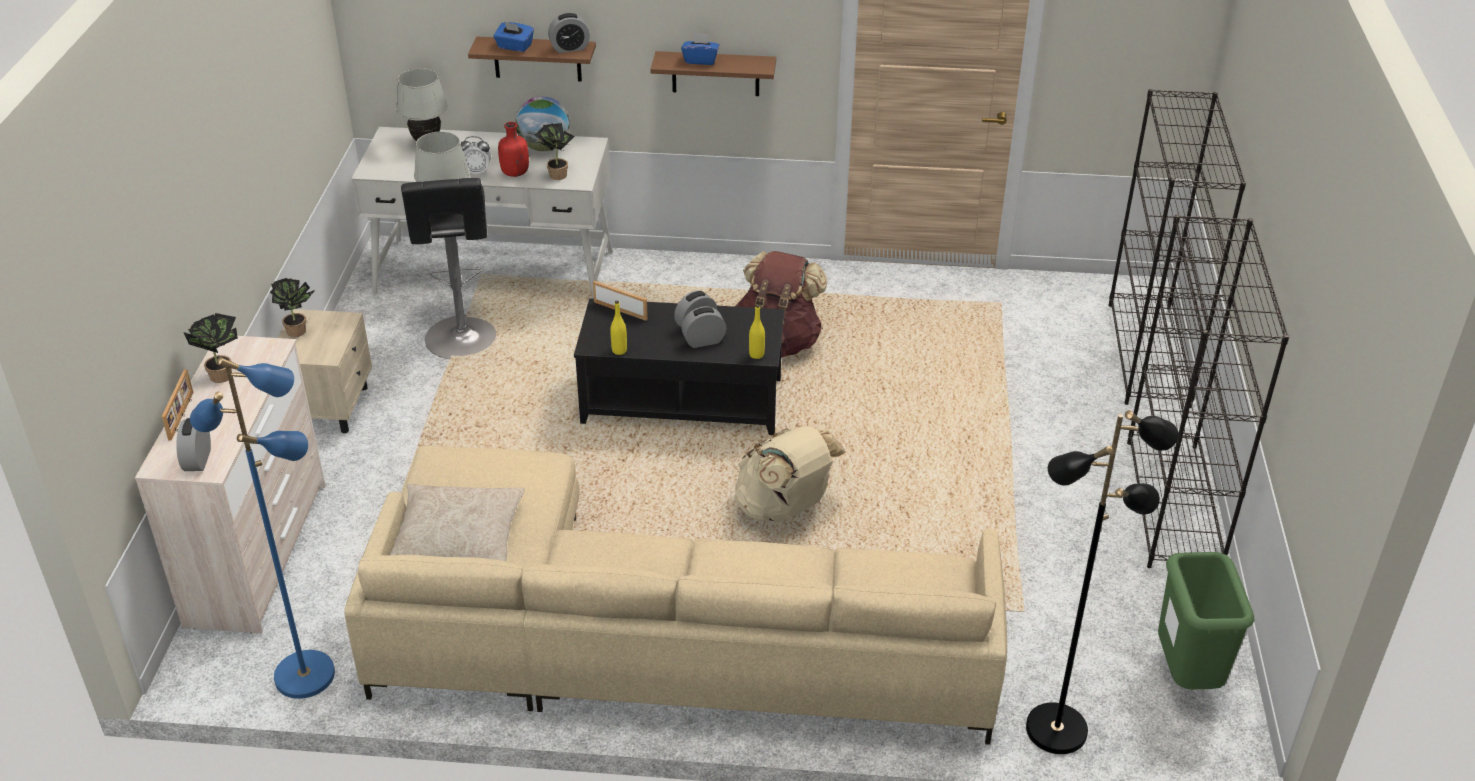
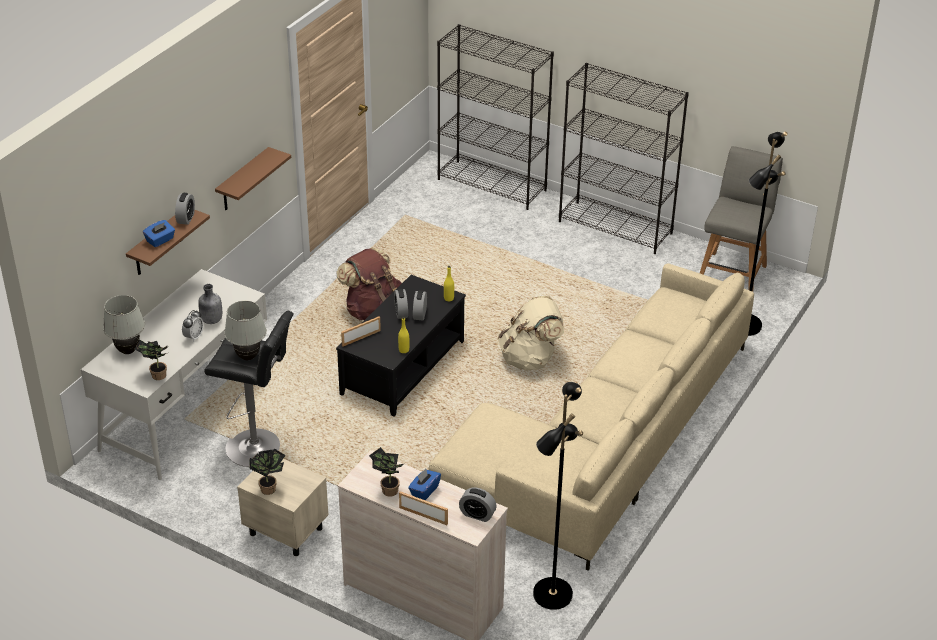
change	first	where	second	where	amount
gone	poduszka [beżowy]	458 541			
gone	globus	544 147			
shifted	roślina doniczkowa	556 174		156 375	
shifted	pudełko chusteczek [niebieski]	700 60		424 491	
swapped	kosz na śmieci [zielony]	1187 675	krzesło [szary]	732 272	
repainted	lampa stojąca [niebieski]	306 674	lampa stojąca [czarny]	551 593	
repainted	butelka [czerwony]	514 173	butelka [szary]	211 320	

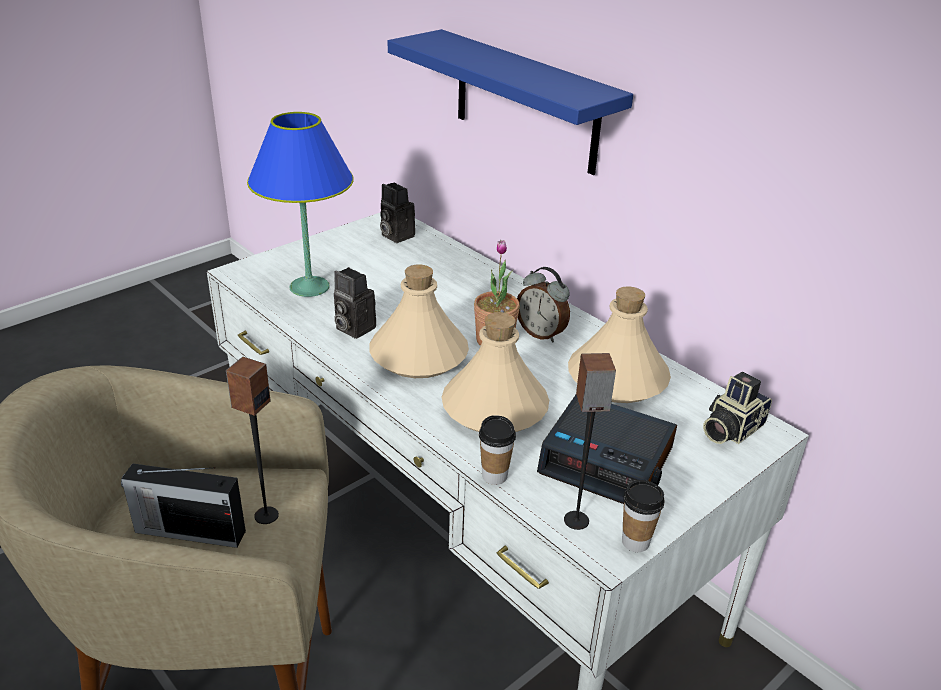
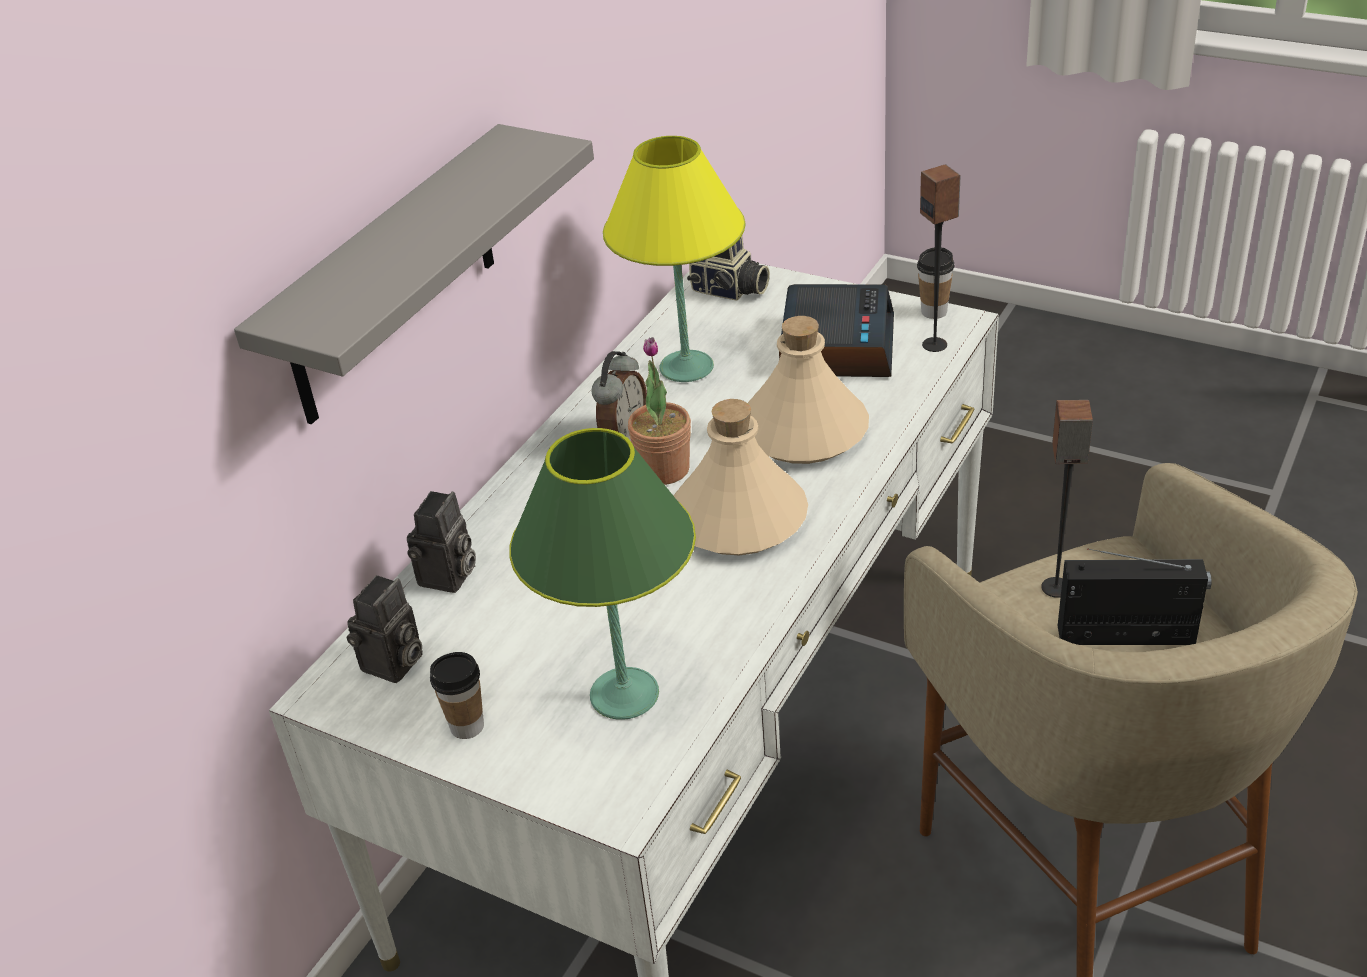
change	first	where	second	where	amount
shifted	aparat fotograficzny	352 328		448 578	
shifted	filiżanka	494 476		467 726	
swapped	butelka [beżowy]	616 378	lampa stołowa [żółty]	686 367	
repainted	lampa stołowa [niebieski]	309 287	lampa stołowa [zielony]	625 693	
repainted	półka [niebieski]	526 102	półka [szary]	391 278	
rotated	radio	188 531		1128 635	75 degrees counterclockwise

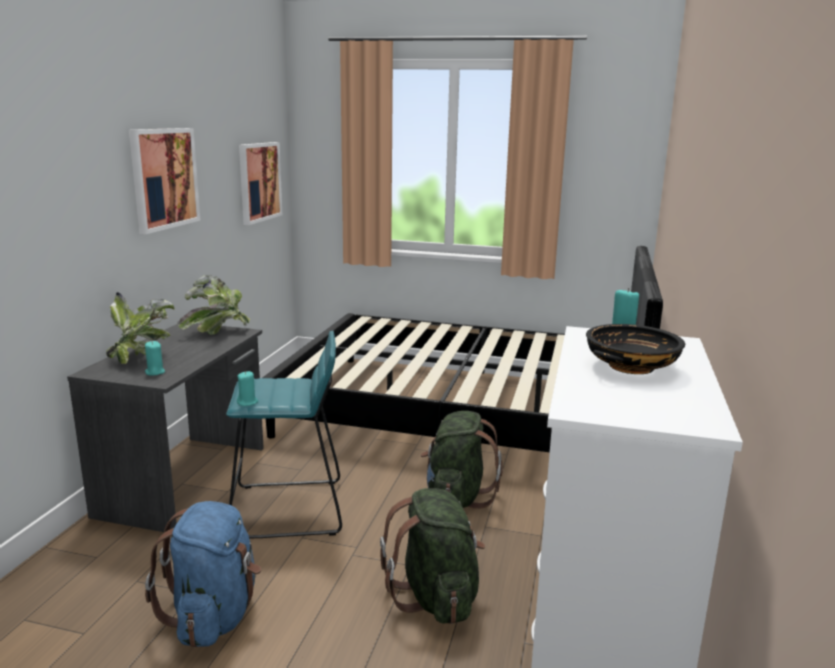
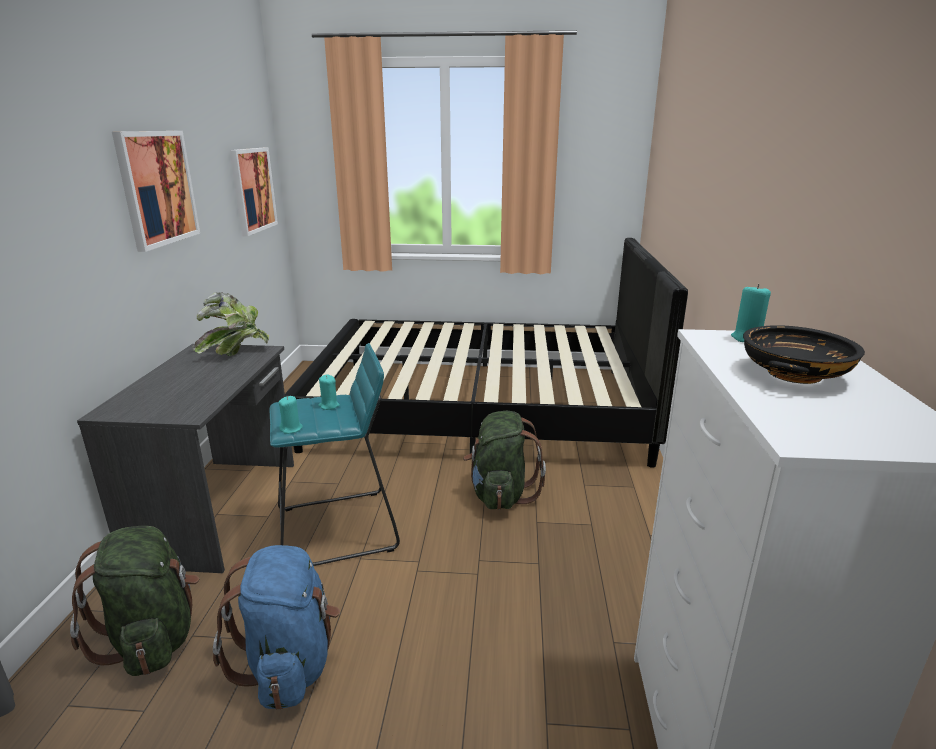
change	first	where	second	where	amount
gone	roślina doniczkowa	142 357			
shifted	świeca [turkusowy]	155 372		329 406	
shifted	plecak [zielony]	436 596		153 638	

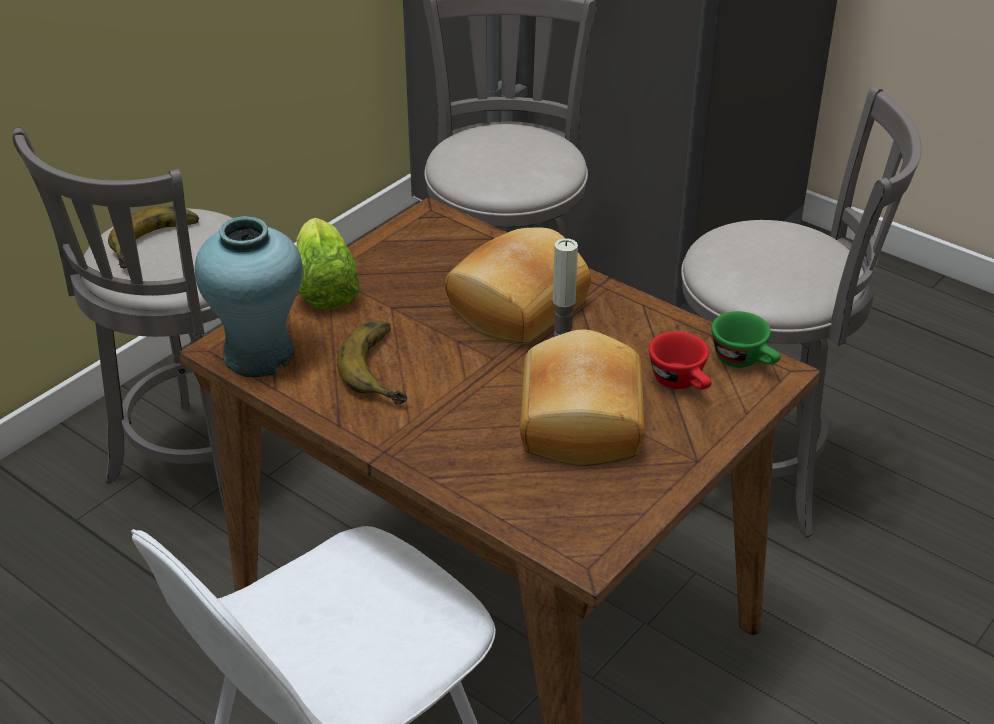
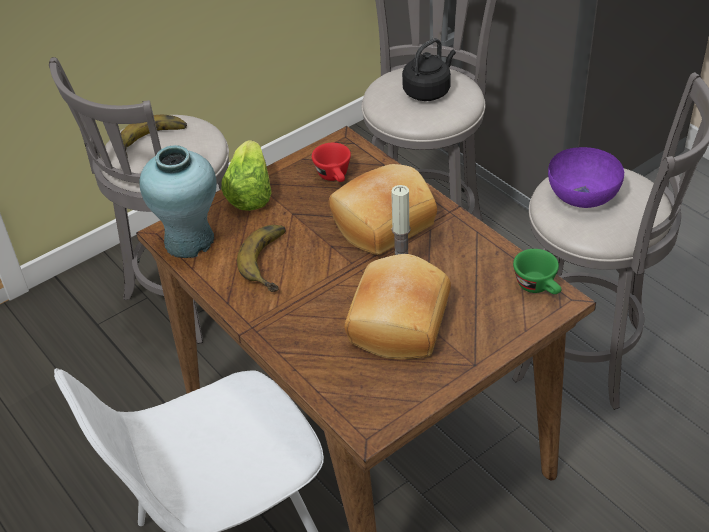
change	first	where	second	where	amount
new			czajnik [czarny]	428 91	
new			miska [fioletowy]	582 195	
shifted	filiżanka [czerwony]	682 383		335 177	

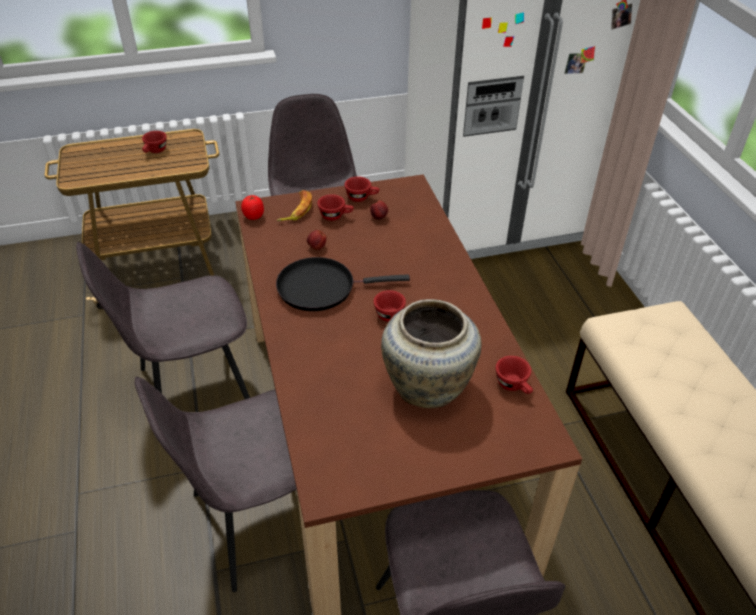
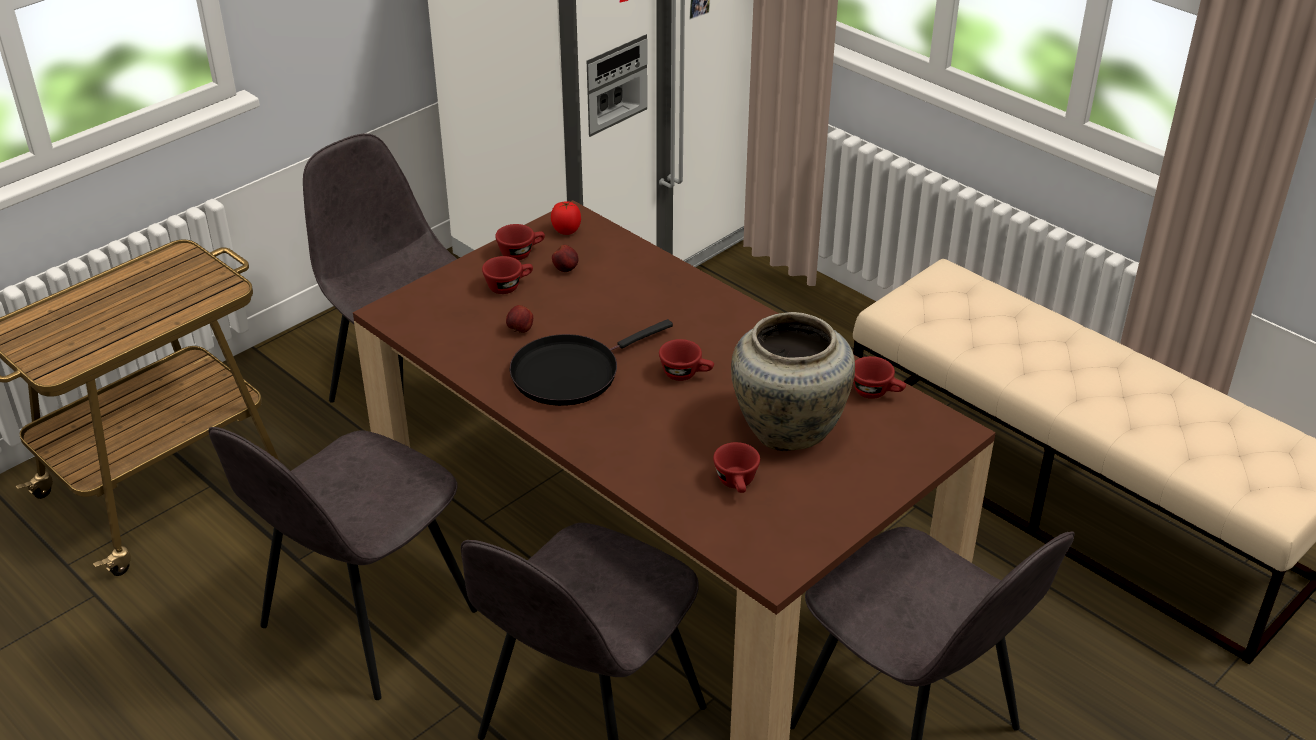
change	first	where	second	where	amount
gone	banan	296 209			
shifted	filiżanka [czerwony]	155 151		737 484	
shifted	pomidor	254 216		566 231	

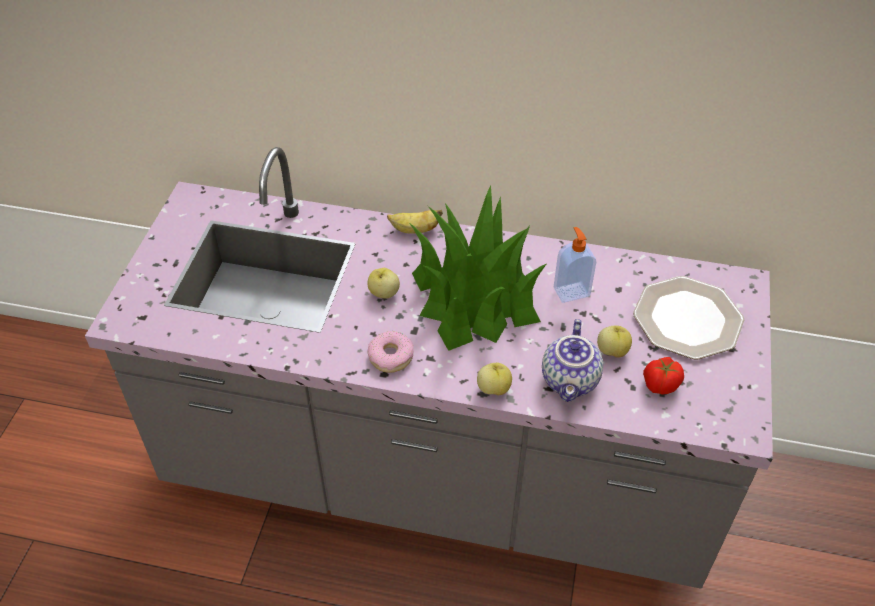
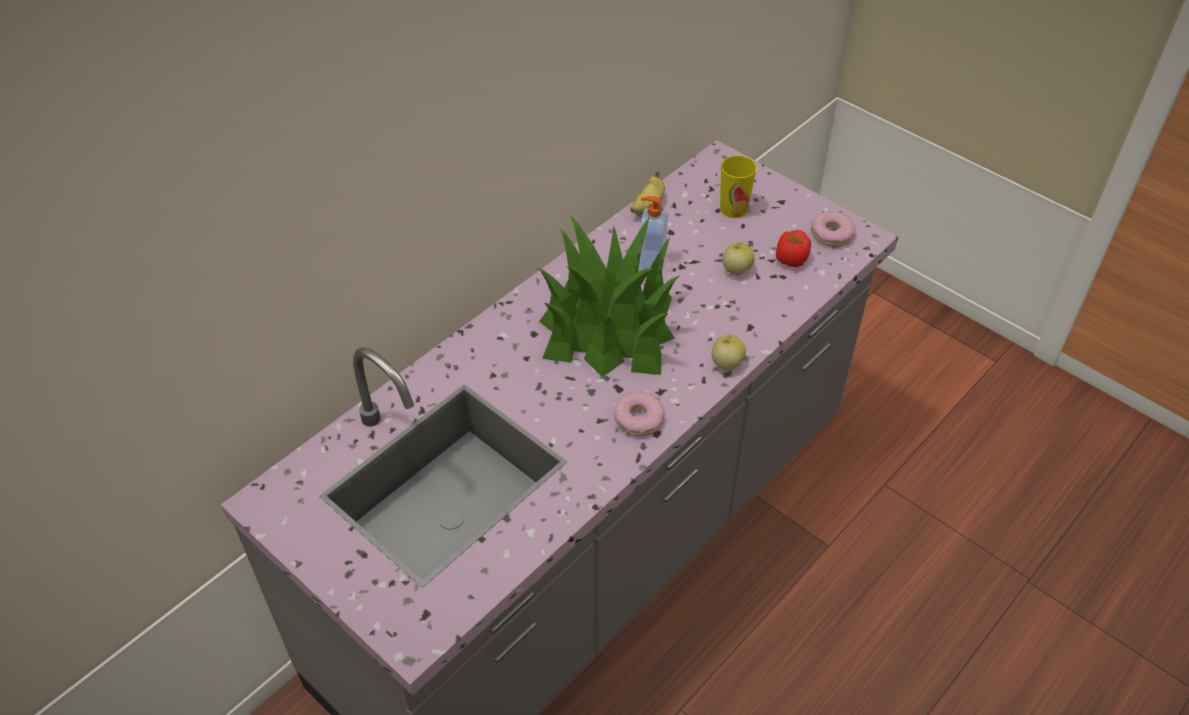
change	first	where	second	where	amount
gone	jabłko	383 293			
gone	imbryk	571 381			
new			donut	831 234	
shifted	banan	414 230		647 207	
swapped	talerz	688 318	filiżanka	733 208	

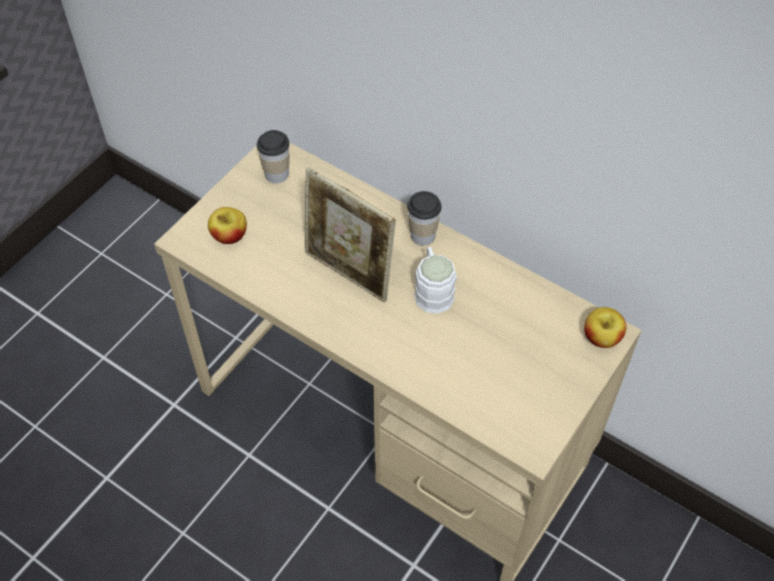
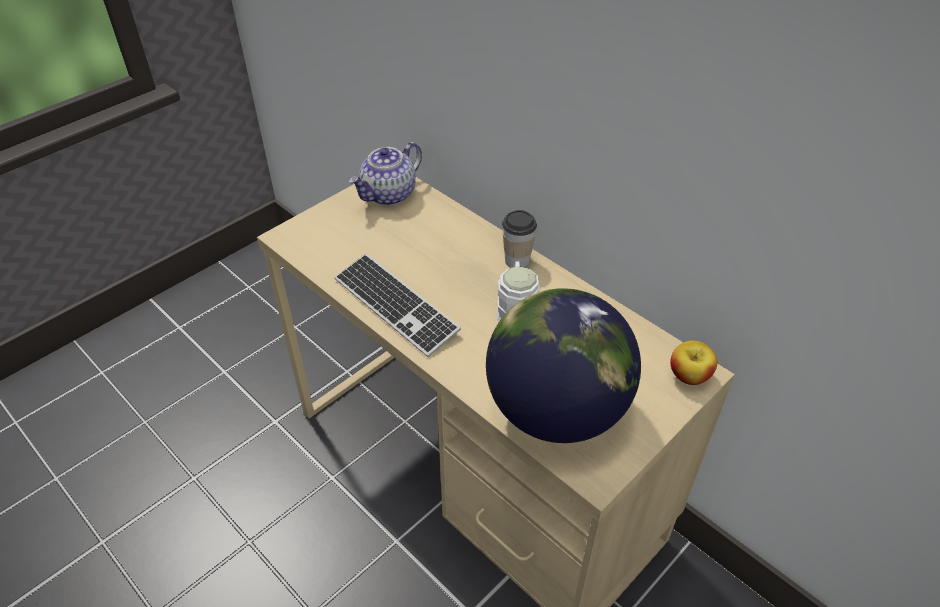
change	first	where	second	where	amount
gone	jabłko	229 236			
gone	ramka na zdjęcie	349 274			
new			klawiatura	395 306	
new			globus	556 410	
swapped	filiżanka	277 174	imbryk	389 195	

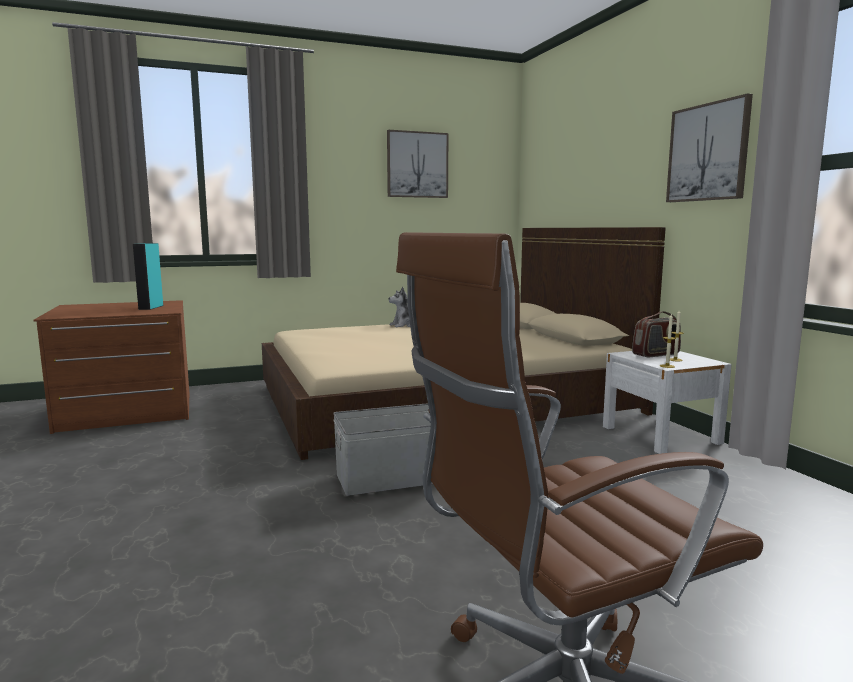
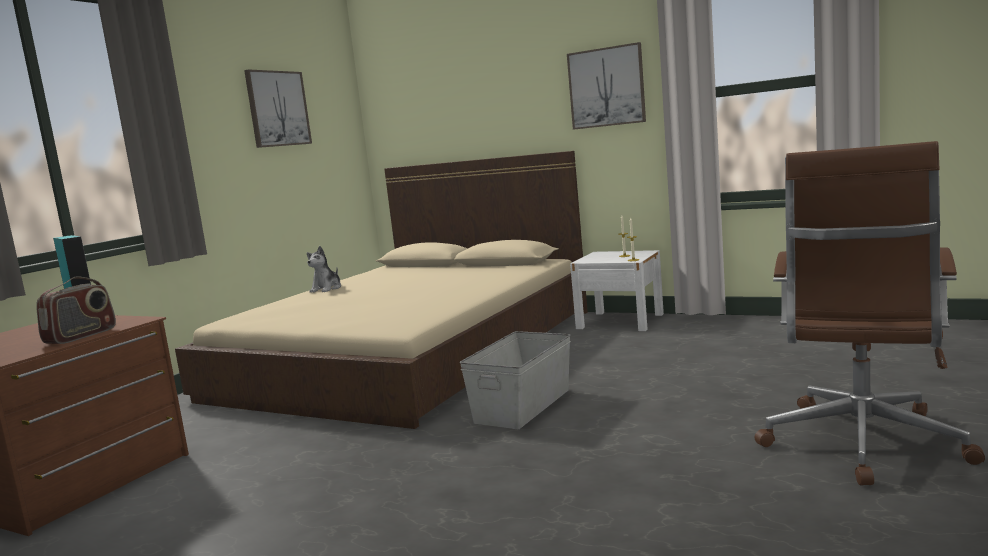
change	first	where	second	where	amount
shifted	radio	656 354		81 336	

